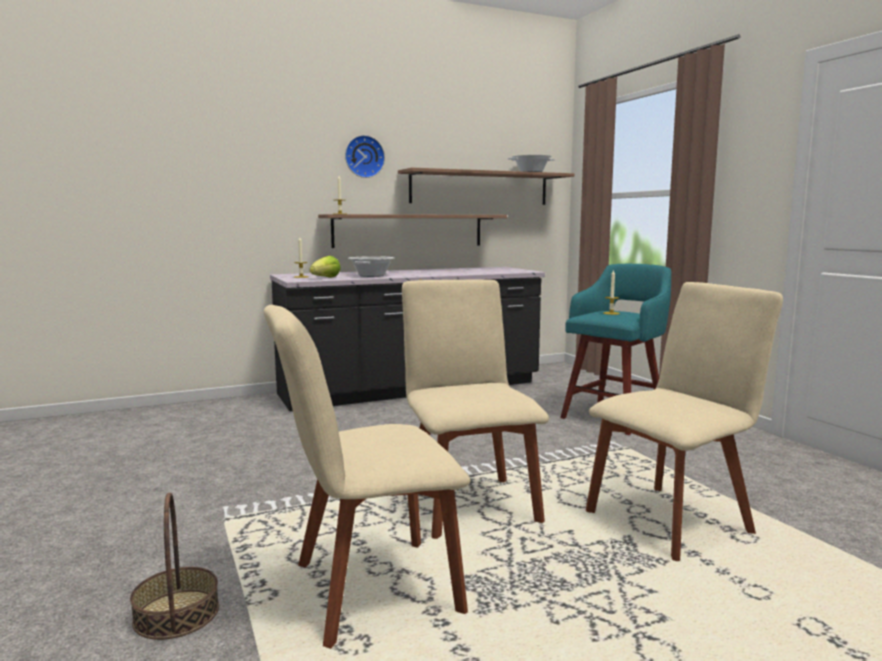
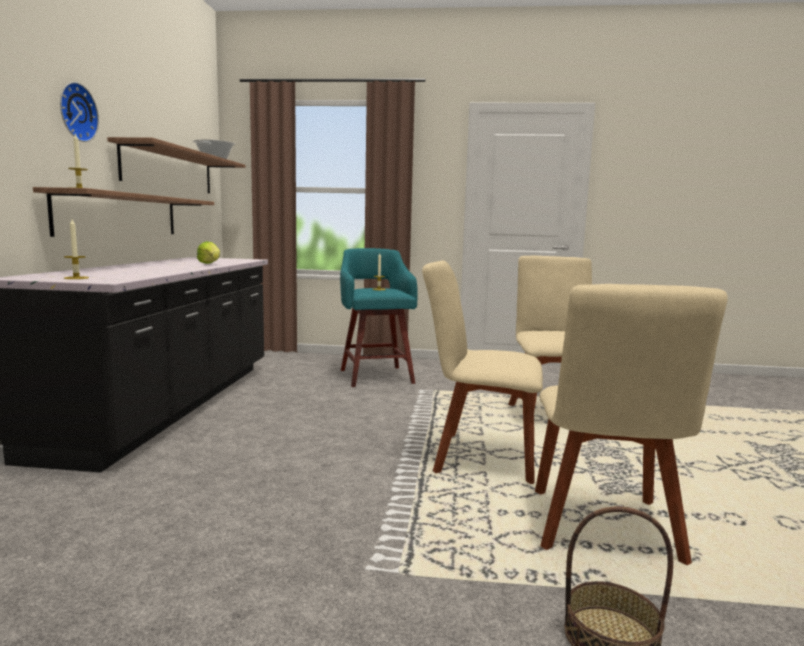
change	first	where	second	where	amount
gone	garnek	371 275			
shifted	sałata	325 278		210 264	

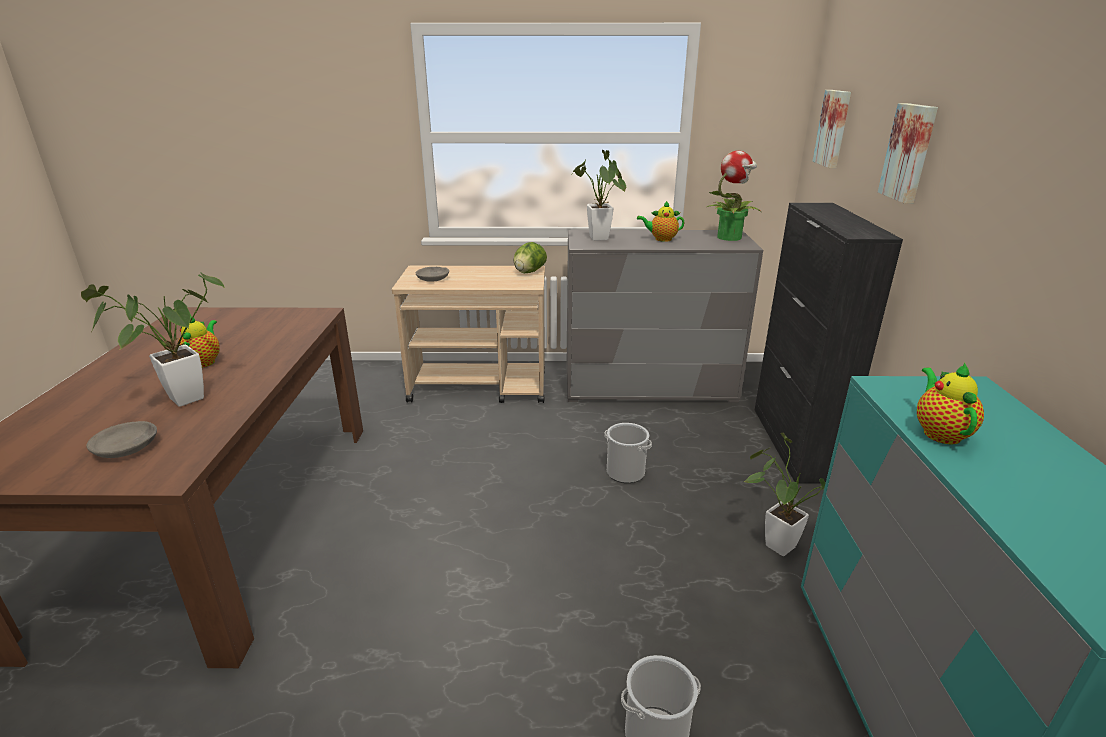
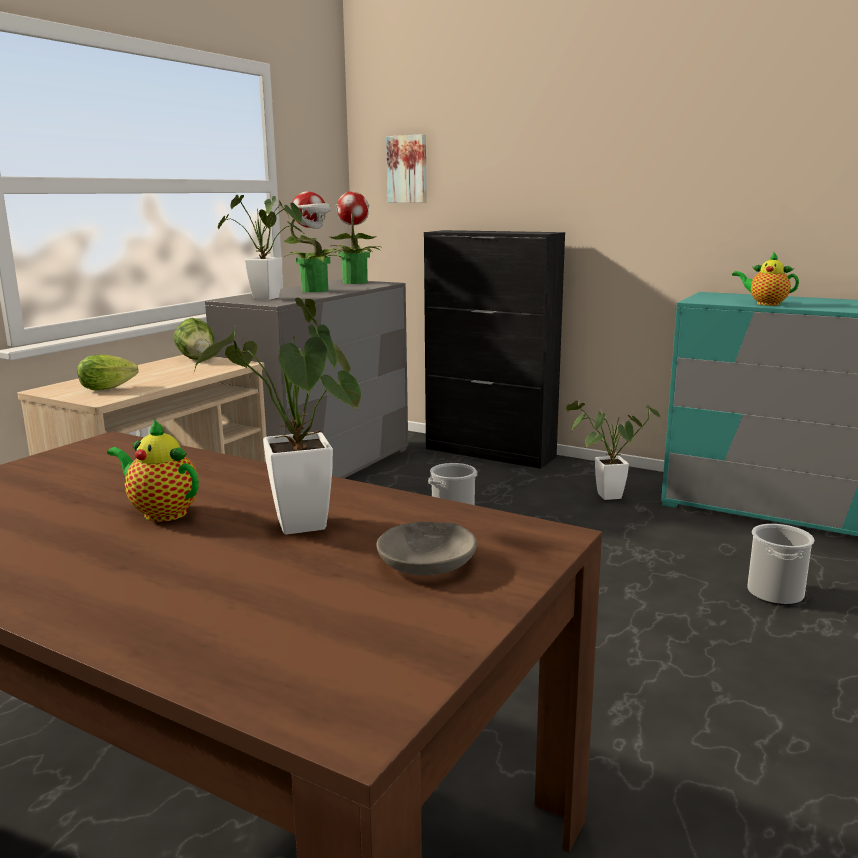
change	first	where	second	where	amount
gone	obraz	910 152			
swapped	miska [szary]	433 278	sałata	110 388	
swapped	imbryk	661 239	roślina doniczkowa	316 290	

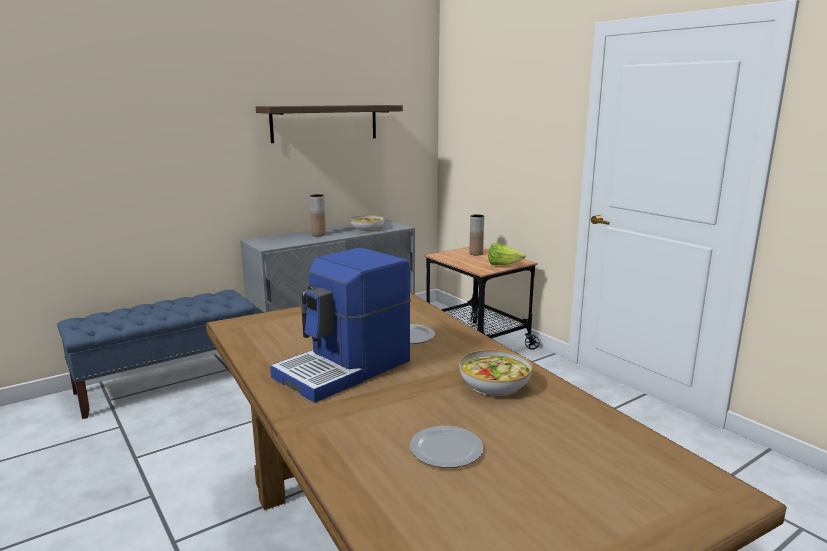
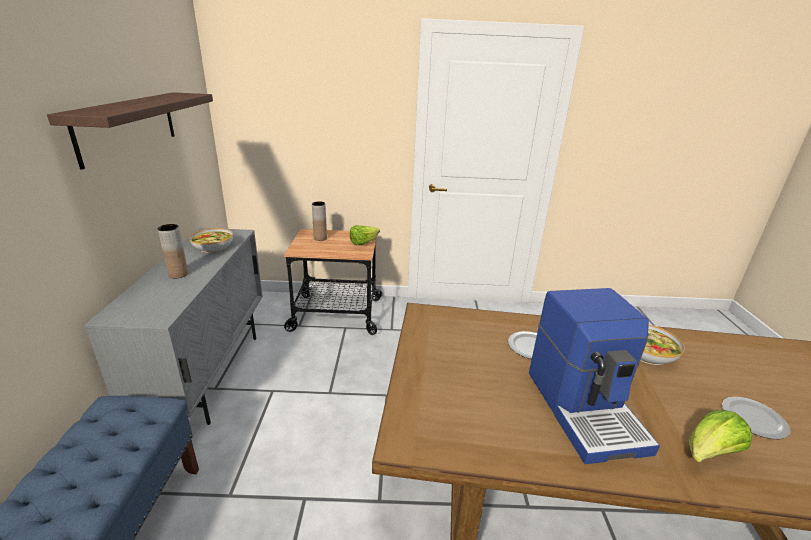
change	first	where	second	where	amount
new			sałata	709 453	

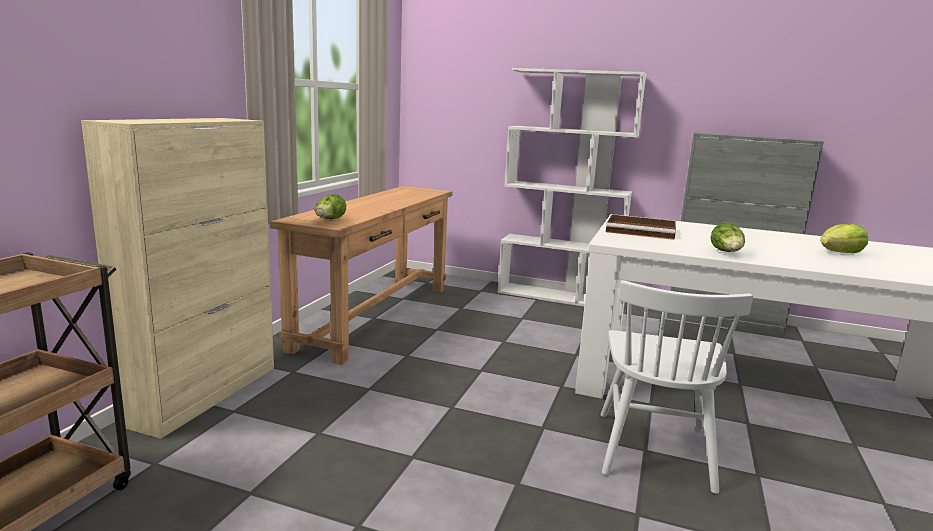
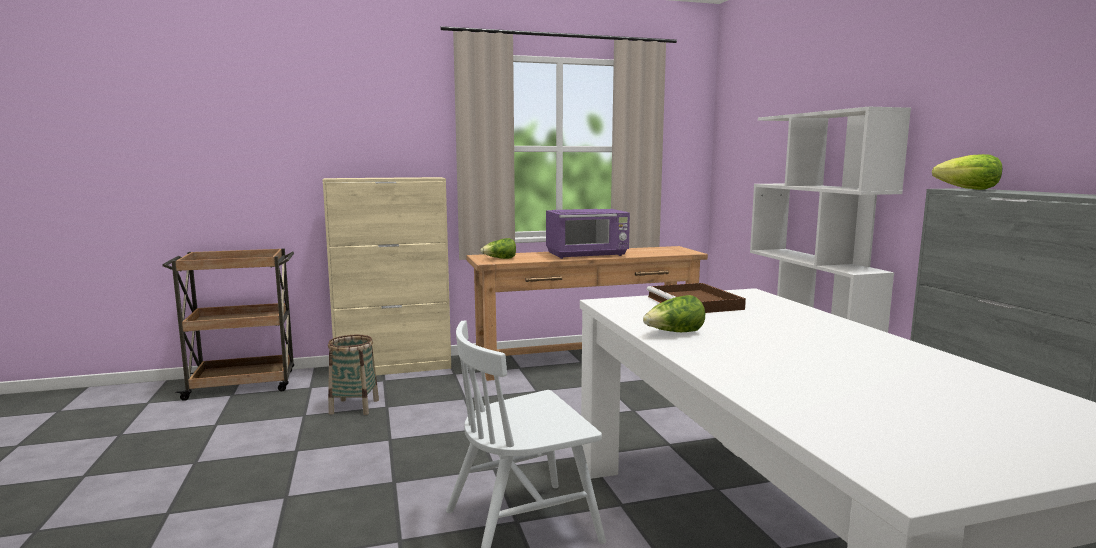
change	first	where	second	where	amount
new			koszyk	354 407	
new			mikrofalówka [fioletowy]	587 255	
shifted	sałata	840 253		968 189	

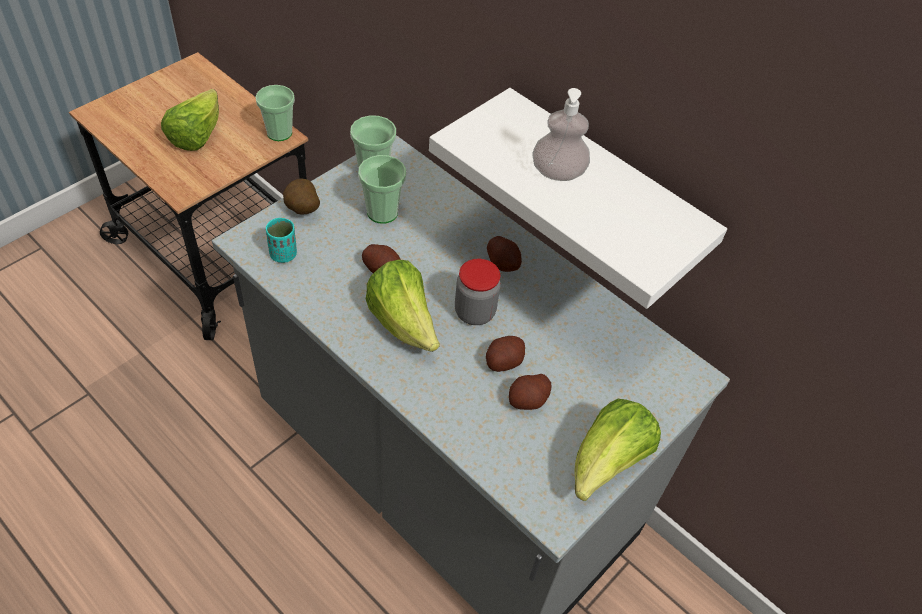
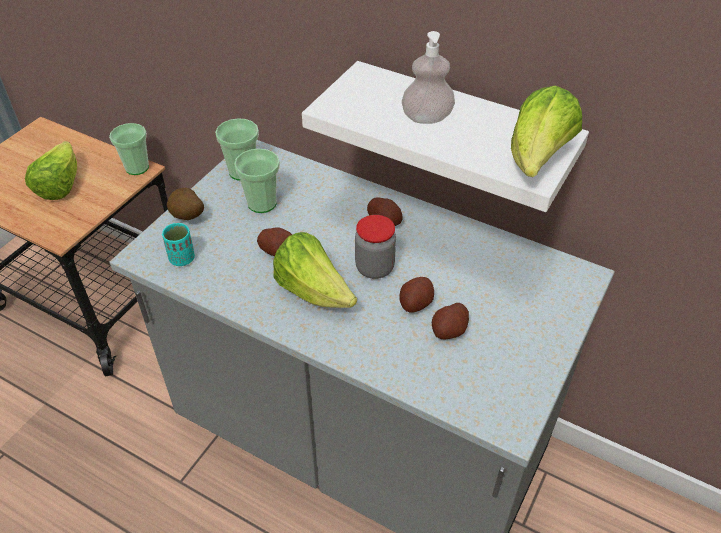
change	first	where	second	where	amount
shifted	sałata	607 463		537 159	

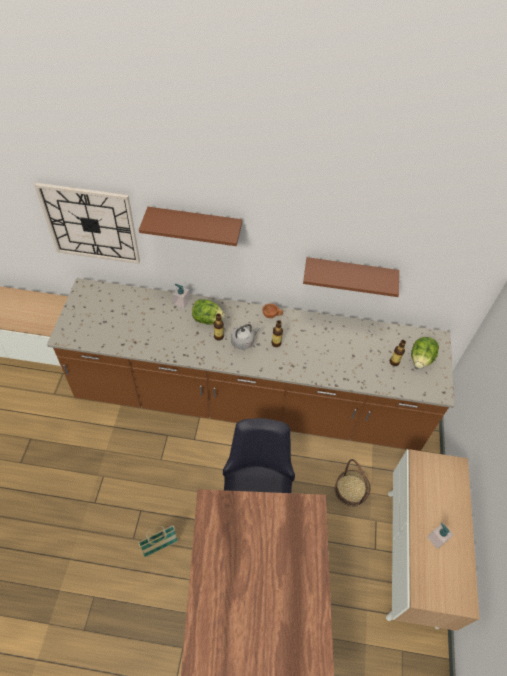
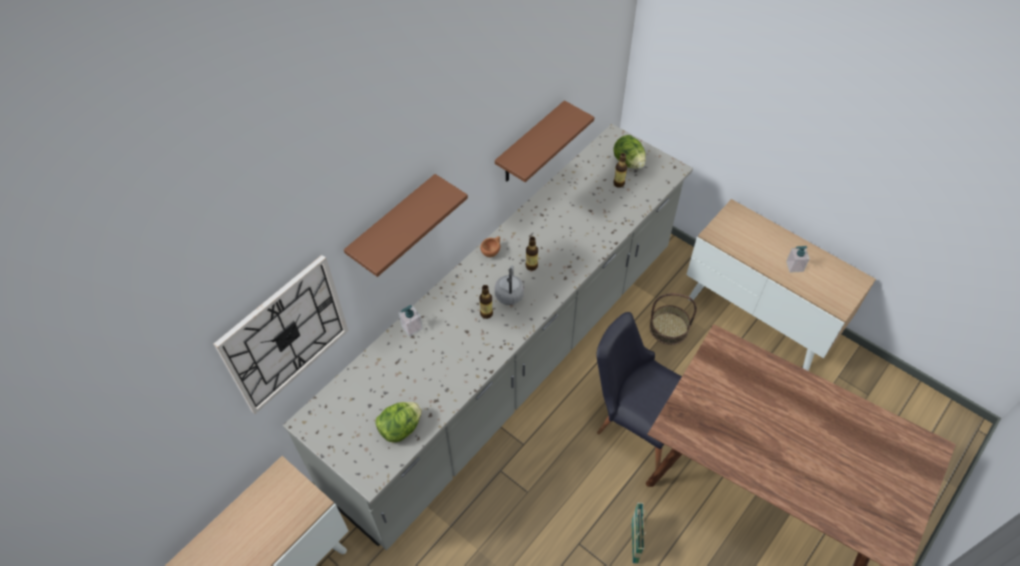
change	first	where	second	where	amount
shifted	sałata	207 319		400 428	
repainted	zabudowa kuchenna [brązowy]	249 401	zabudowa kuchenna [szary]	510 365	

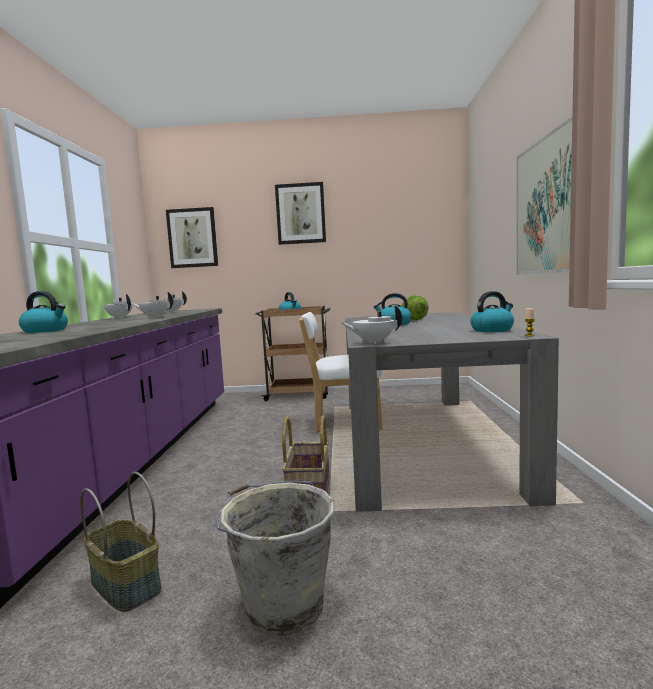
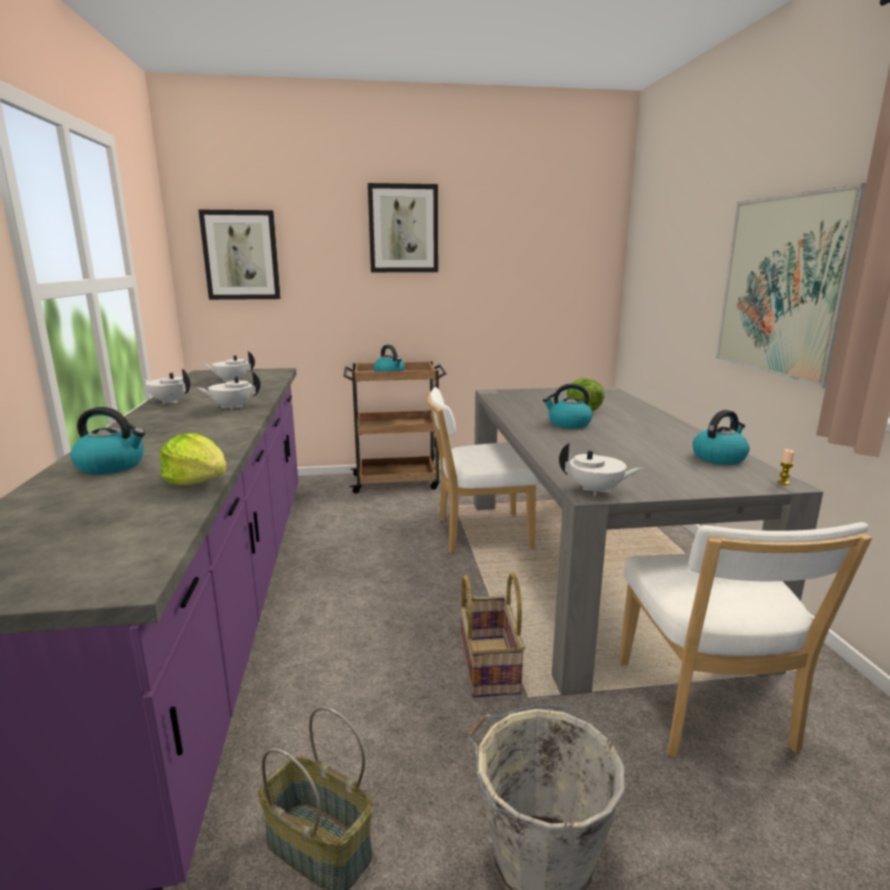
change	first	where	second	where	amount
new			sałata	197 481	
new			krzesło [biały]	705 710	
rotated	imbryk [biały]	373 342		596 491	150 degrees counterclockwise

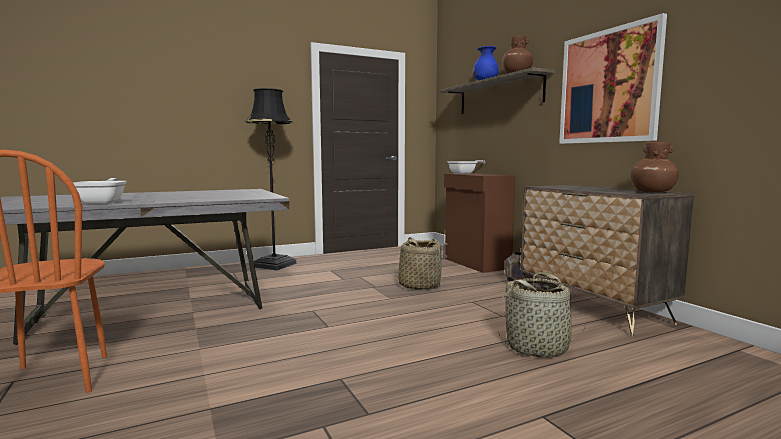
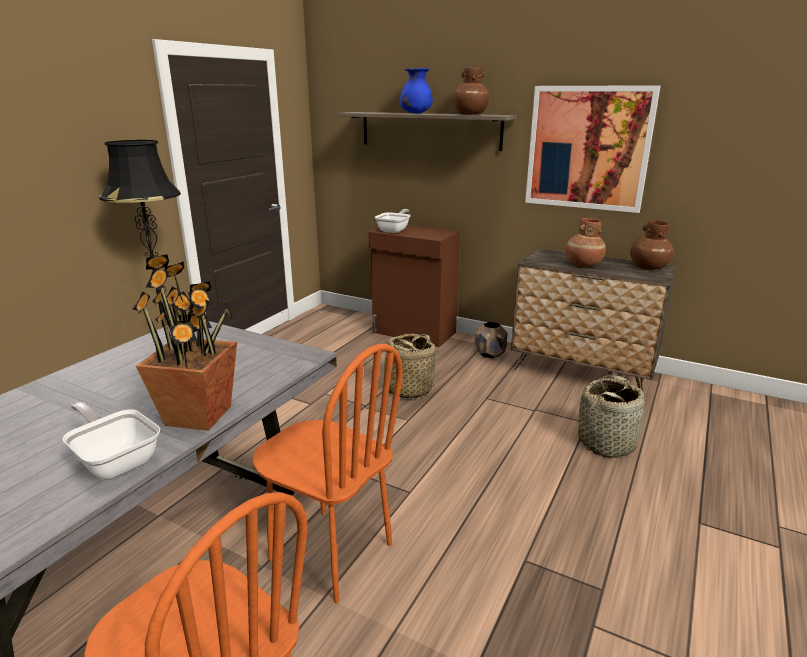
change	first	where	second	where	amount
new			roślina doniczkowa	200 415	
new			krzesło [pomarańczowy]	330 552	
new			wazon [brązowy]	582 265	

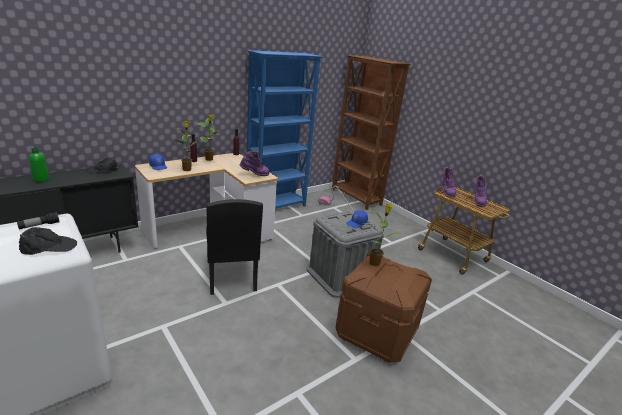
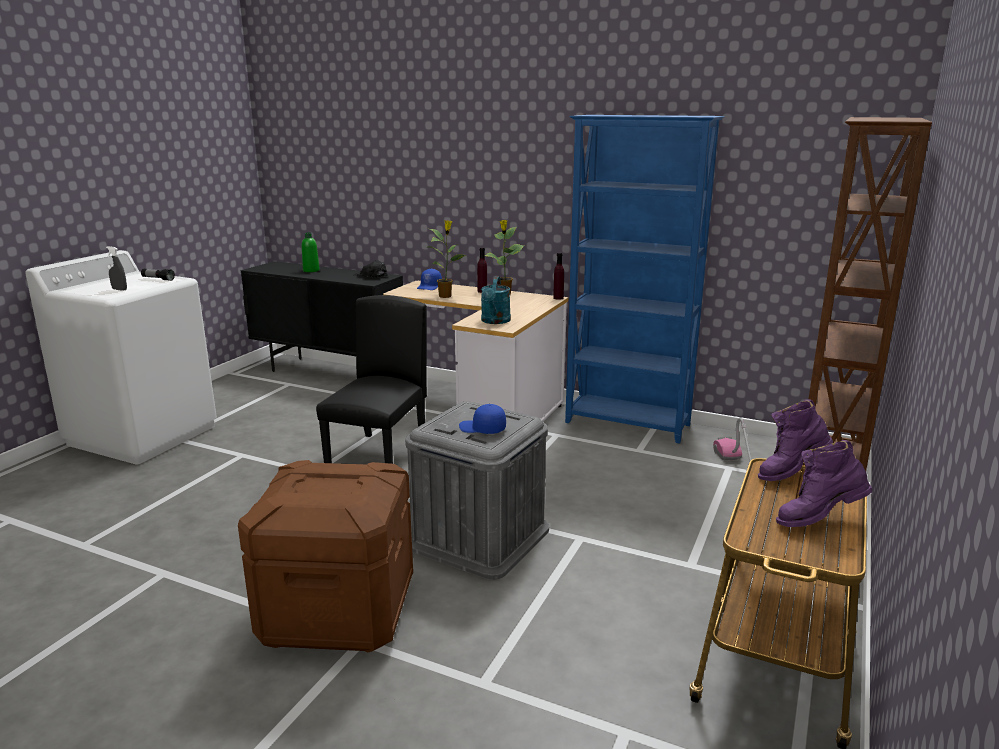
change	first	where	second	where	amount
gone	roślina doniczkowa	375 263			
swapped	czapka z daszkiem [czarny]	49 247	spryskiwacz [szary]	119 289	
swapped	but z cholewką [fioletowy]	254 175	konewka [turkusowy]	495 321	
rotated	krzesło [czarny]	231 276		379 456	150 degrees clockwise

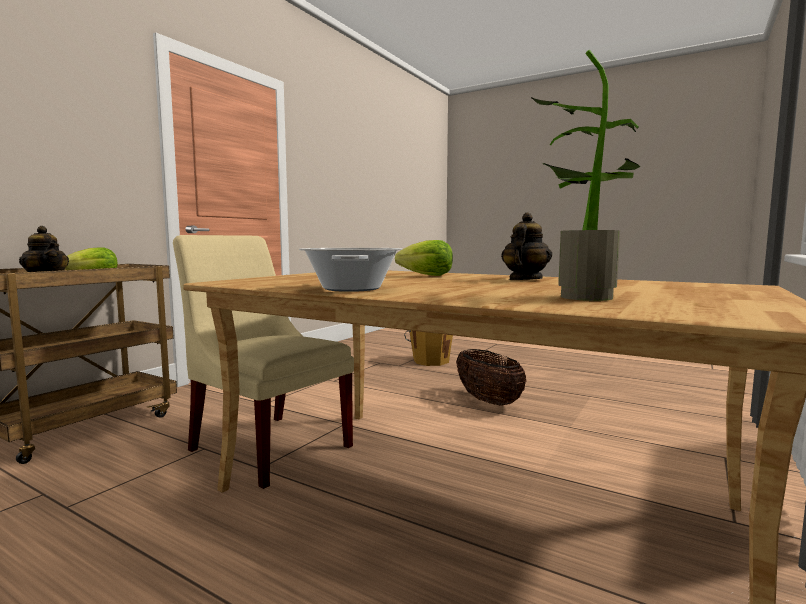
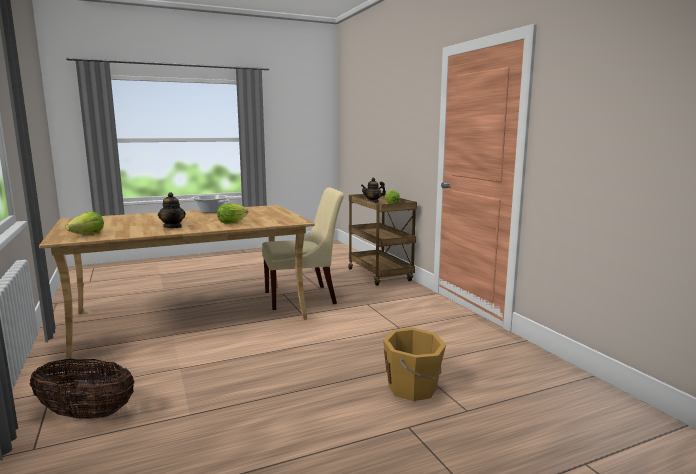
change	first	where	second	where	amount
gone	roślina doniczkowa	583 296			
new			sałata	88 234	
shifted	koszyk	488 401		86 414	

